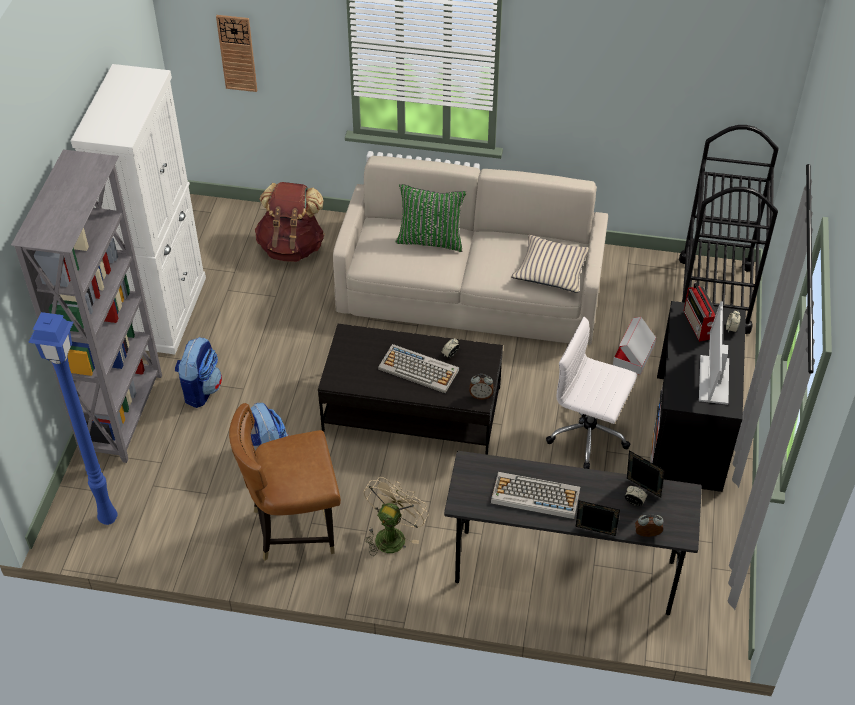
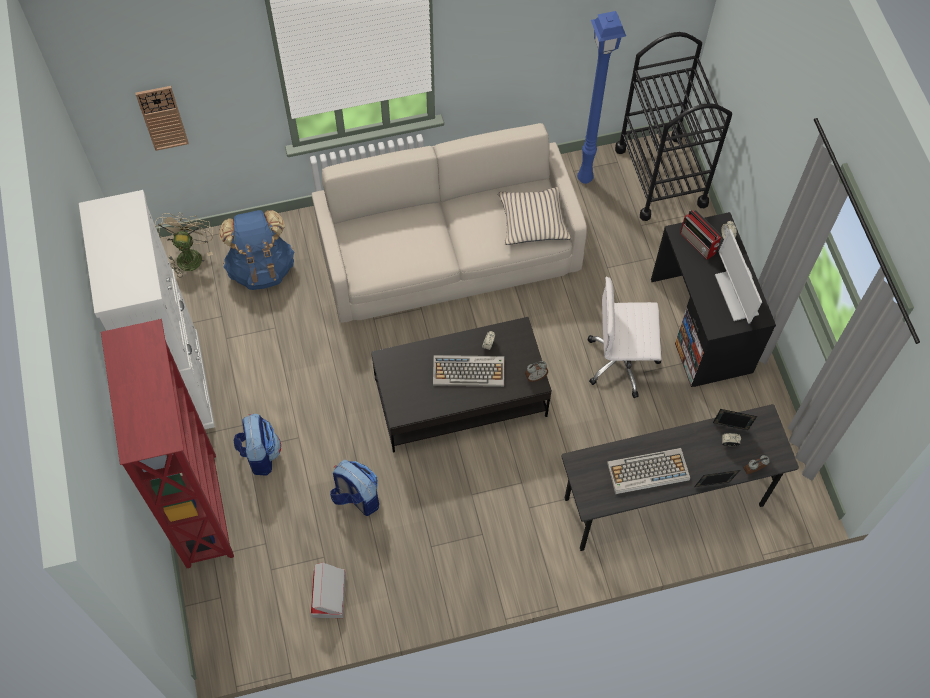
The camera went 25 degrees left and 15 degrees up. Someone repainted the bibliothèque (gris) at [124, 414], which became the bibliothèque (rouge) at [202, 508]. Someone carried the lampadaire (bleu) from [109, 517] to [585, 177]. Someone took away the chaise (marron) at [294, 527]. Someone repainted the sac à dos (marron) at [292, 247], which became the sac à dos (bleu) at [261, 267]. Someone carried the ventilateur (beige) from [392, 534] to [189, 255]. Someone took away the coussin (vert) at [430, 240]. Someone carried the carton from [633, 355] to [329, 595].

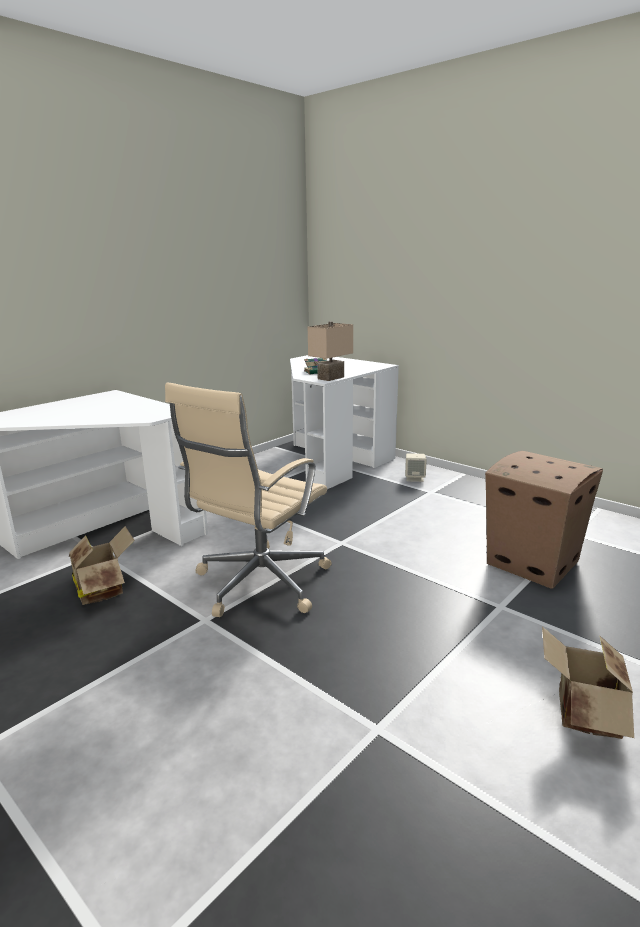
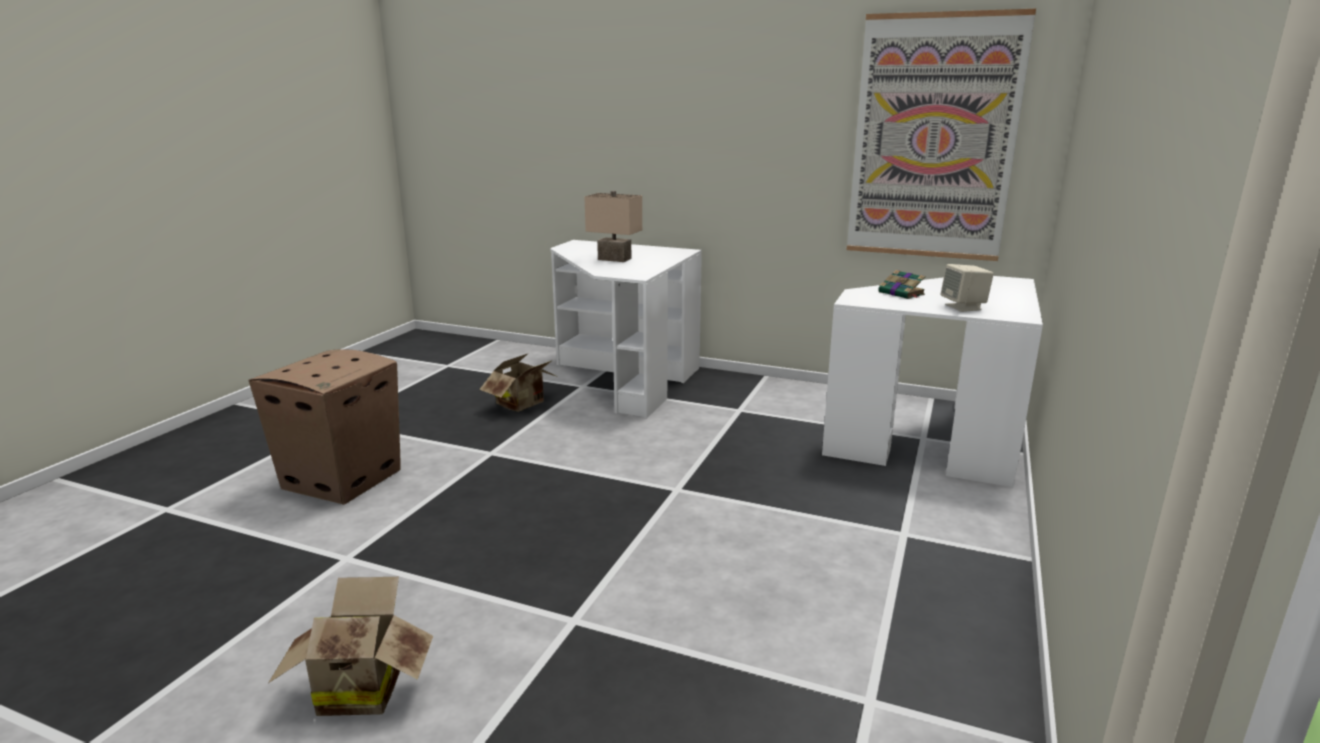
The camera went 70 degrees right and 0 degrees up. Someone took away the chaise de bureau (beige) at [259, 584]. Someone carried the lampe de table (beige) from [331, 378] to [613, 259]. Someone carried the enceinte (beige) from [415, 478] to [963, 307]. Someone carried the carton from [531, 562] to [343, 479]. Someone put up the tableau at [933, 139].

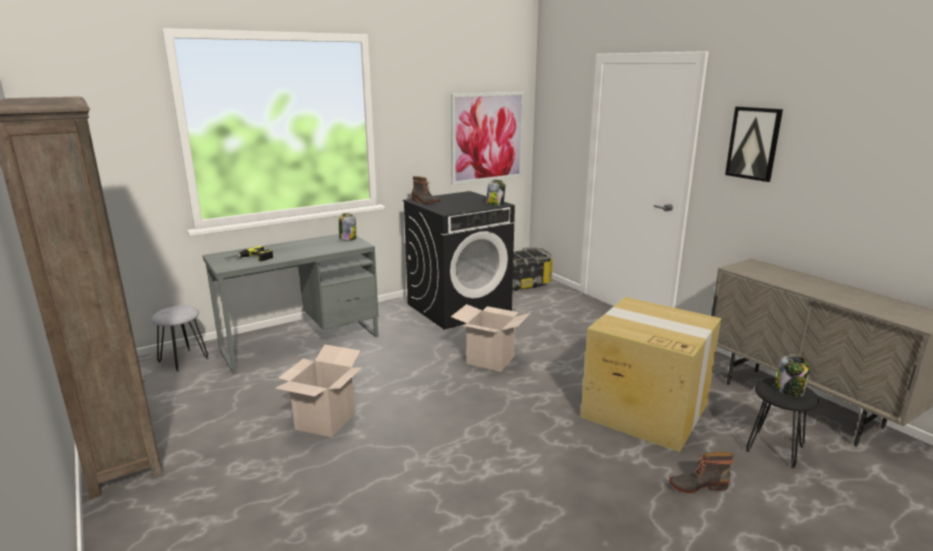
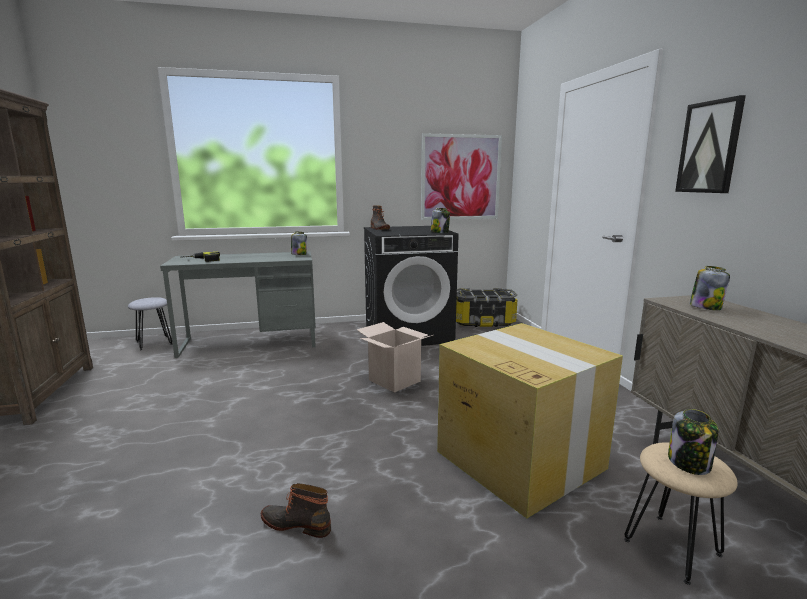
The camera went 20 degrees right and 5 degrees down. Someone took away the carton at [325, 421]. Someone carried the botte from [697, 485] to [297, 523]. Someone repainted the tabouret (noir) at [775, 448], which became the tabouret (beige) at [673, 547]. Someone put down the bocal at [705, 307].

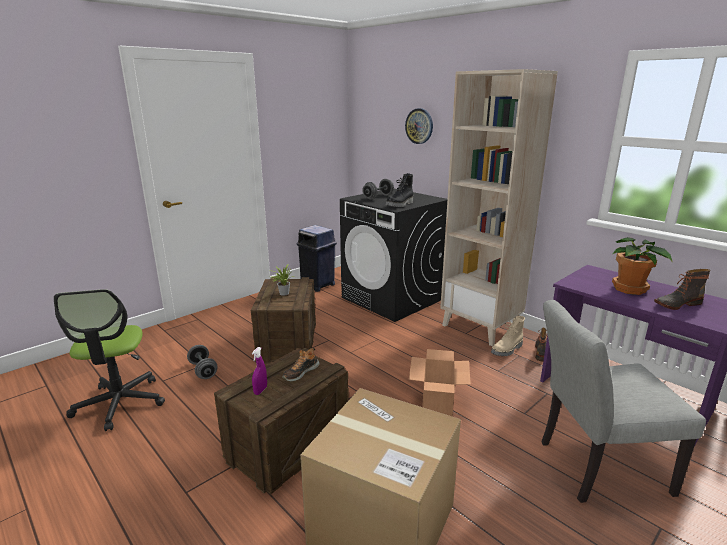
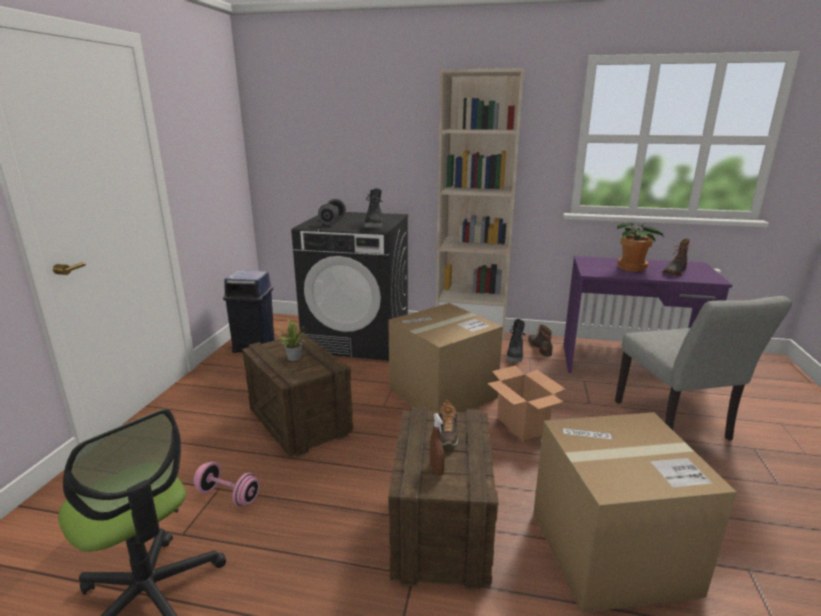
The camera went 35 degrees left and 0 degrees up. Someone repainted the haltère (gris) at [203, 370], which became the haltère (rose) at [228, 496]. Someone repainted the vaporisateur (violet) at [260, 390], which became the vaporisateur (marron) at [436, 469]. Someone took away the horloge murale at [419, 126]. Someone repainted the botte (beige) at [507, 350], which became the botte (noir) at [515, 355]. Someone rotated the chaise (gris) at [594, 467] by 60 degrees counterclockwise. Someone put down the carton at [442, 393].

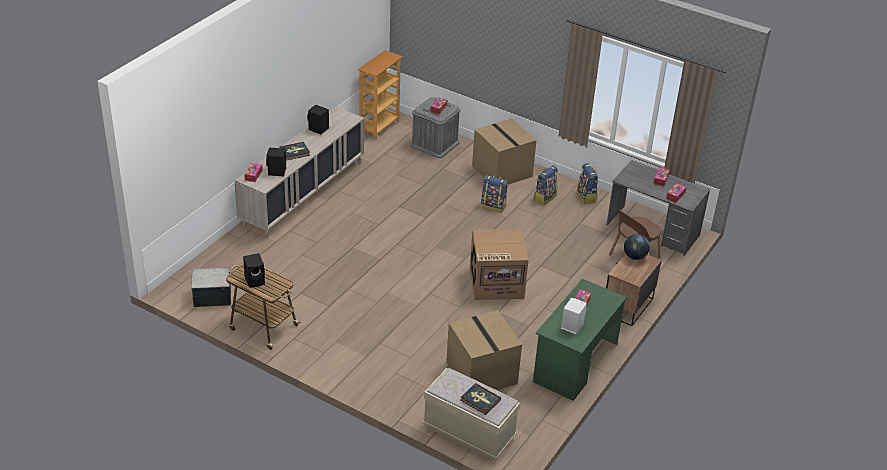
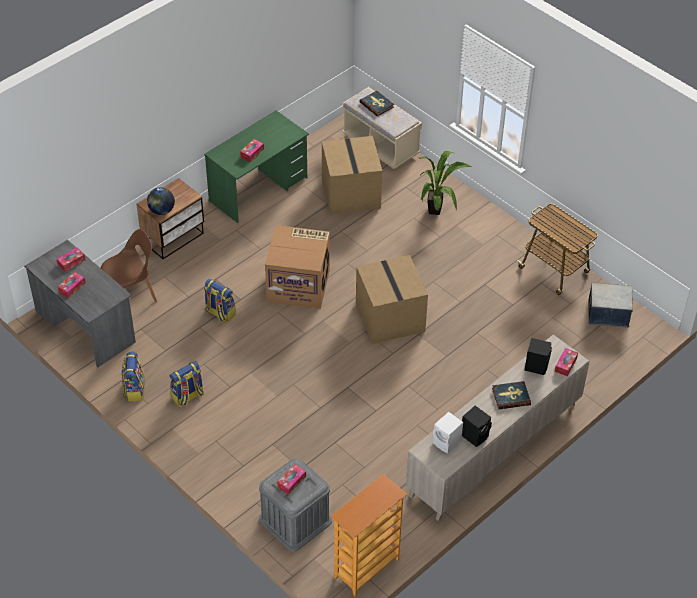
The camera went 165 degrees left and 10 degrees up. Someone took away the enceinte (noir) at [255, 280]. Someone carried the carton from [501, 171] to [391, 318]. Someone carried the sac à dos from [493, 206] to [219, 313]. Someone carried the enceinte (blanc) from [571, 326] to [447, 442]. Someone put down the plante en pot at [437, 211].

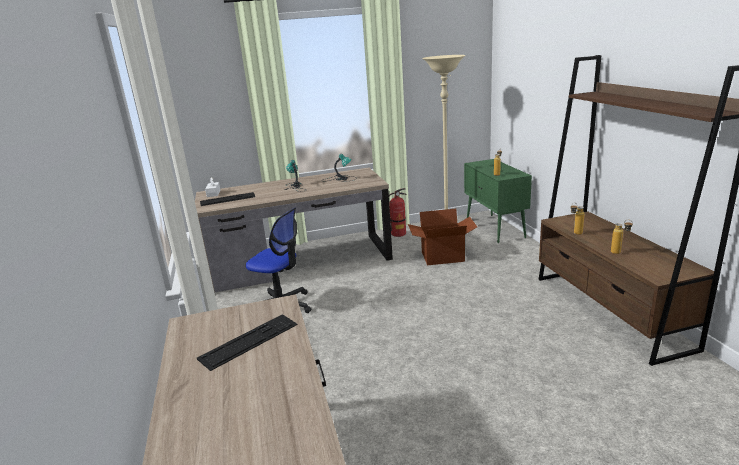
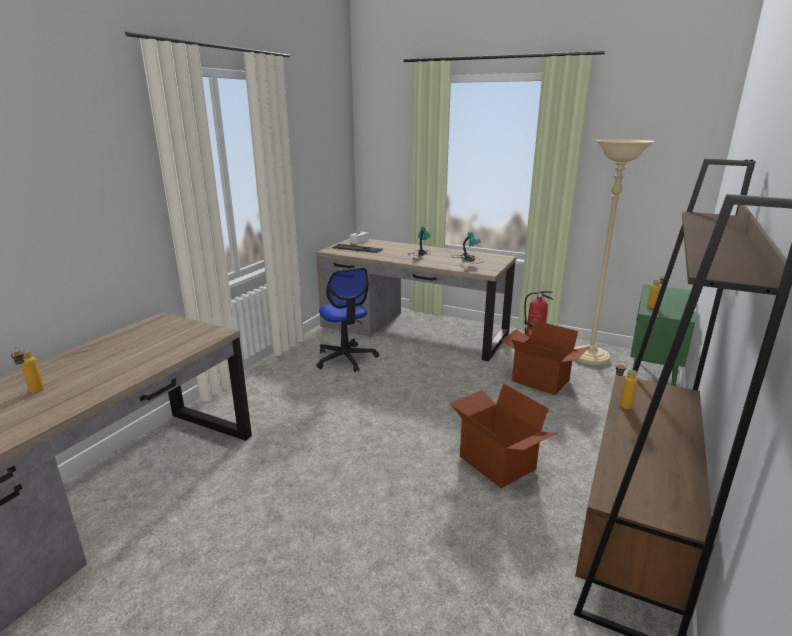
The camera went 40 degrees right and 0 degrees up. Someone took away the clavier at [249, 341]. Someone carried the bouteille from [619, 253] to [33, 393]. Someone put down the carton at [496, 463].

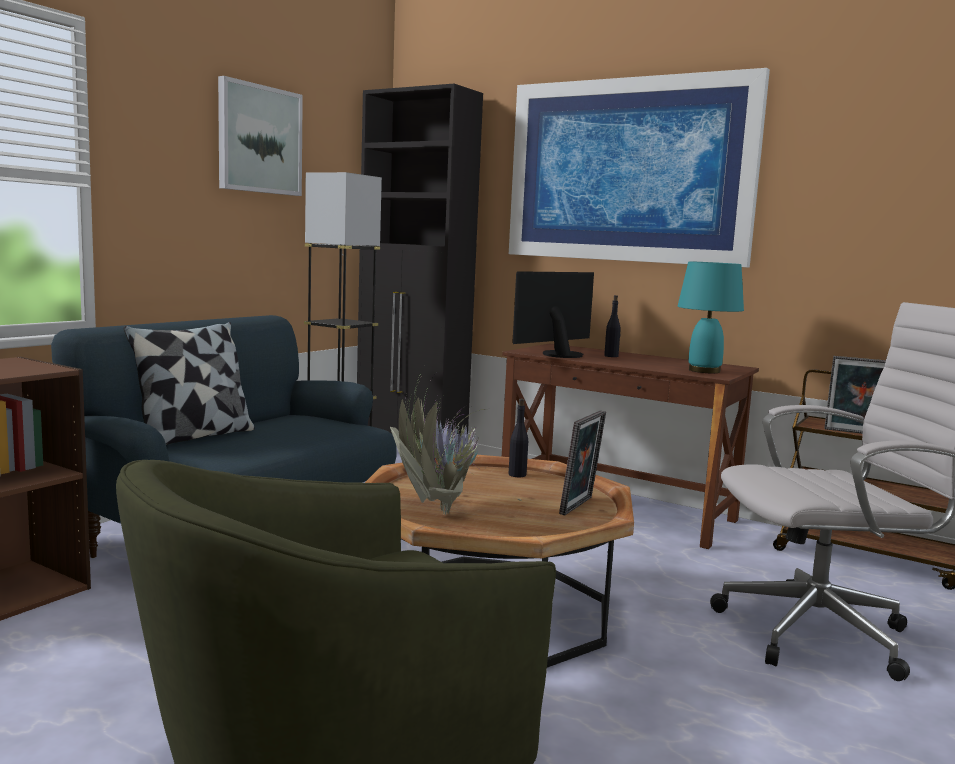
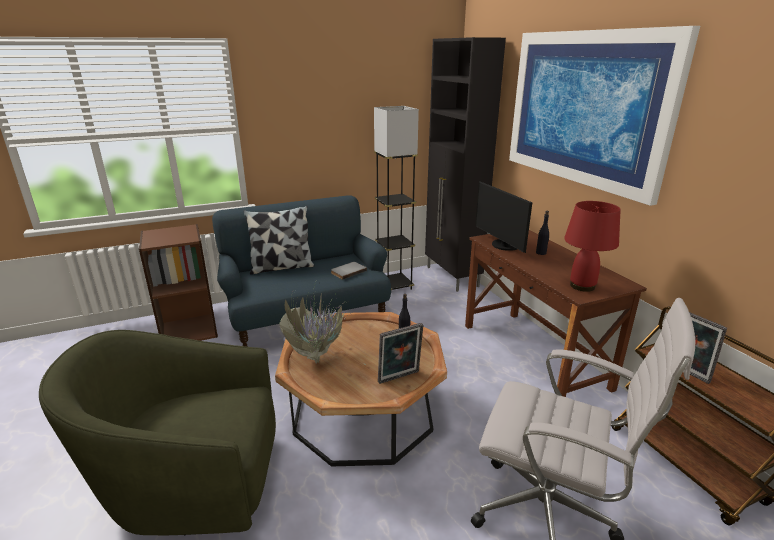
The camera went 35 degrees right and 15 degrees up. Someone took away the tableau at [259, 139]. Someone rotated the écran d'ordinateur at [558, 354] by 105 degrees counterclockwise. Someone repainted the lampe de table (turquoise) at [704, 371], which became the lampe de table (rouge) at [582, 286]. Someone put down the livre (gris) at [348, 271].

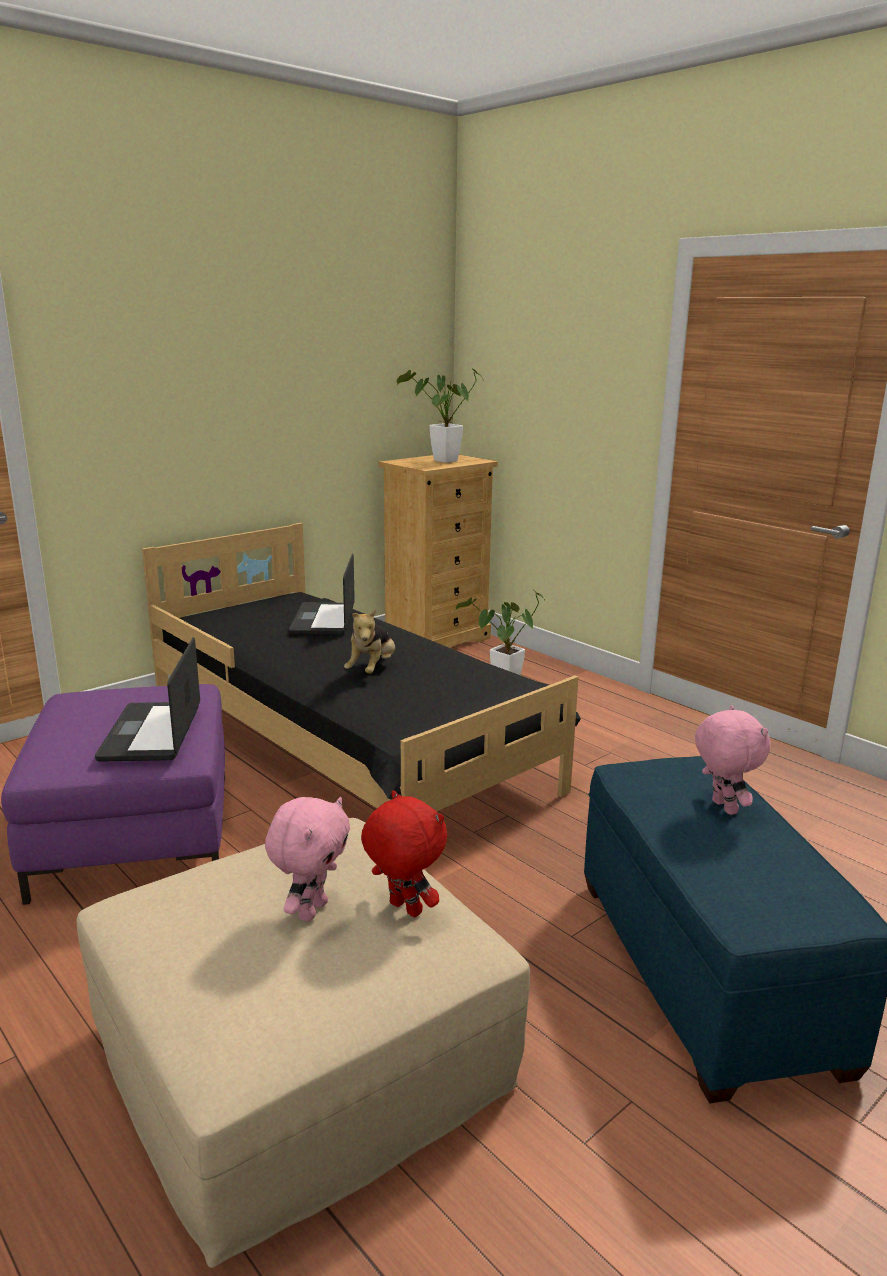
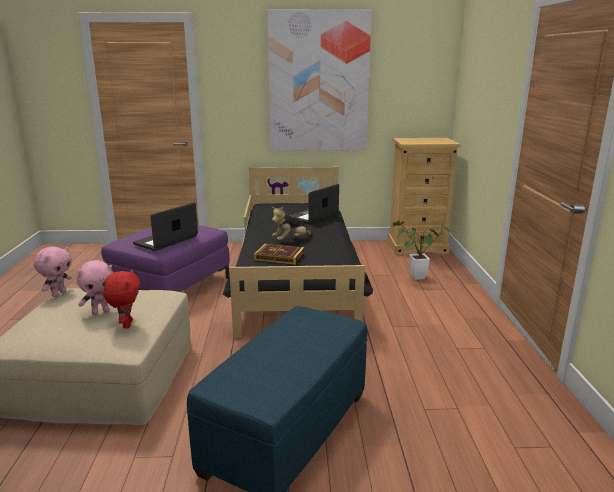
The camera went 40 degrees right and 0 degrees up. Someone took away the plante en pot at [441, 461]. Someone carried the peluche (rose) from [722, 807] to [58, 294]. Someone put down the livre at [279, 257]. Someone put up the tableau at [318, 82].

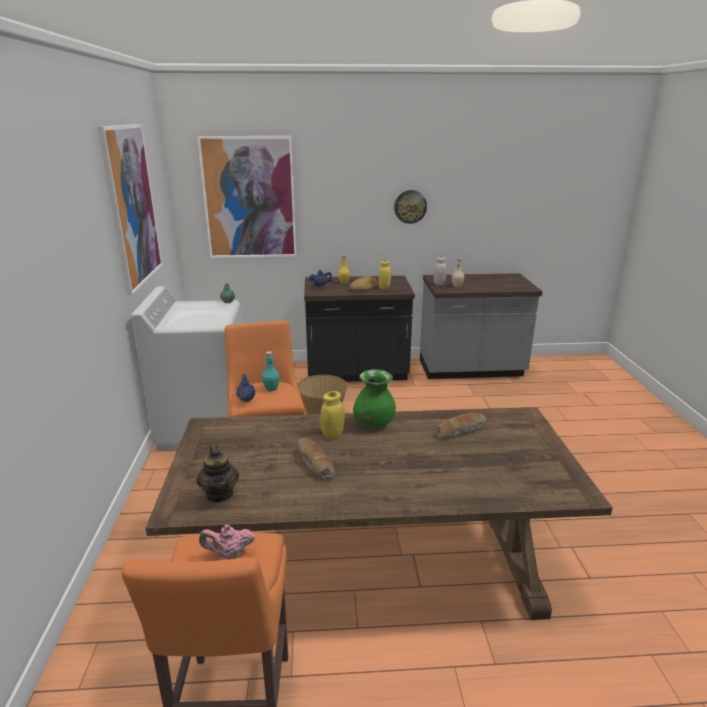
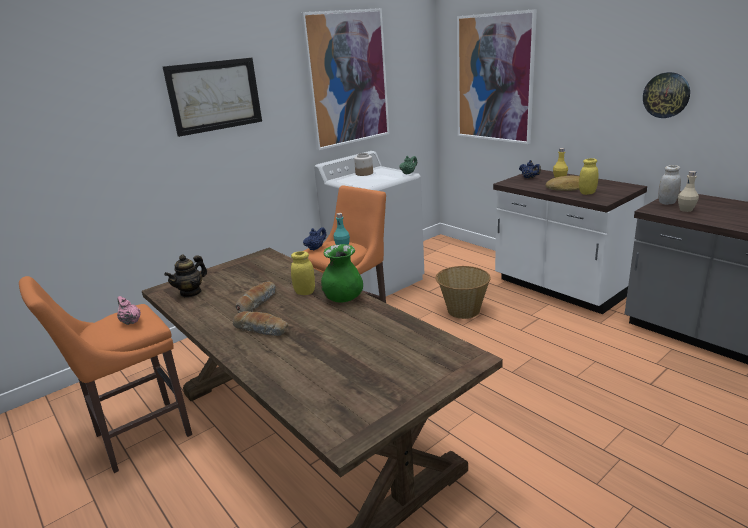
The camera went 55 degrees right and 0 degrees up. Someone repainted the comptoir de cuisine (noir) at [357, 373], which became the comptoir de cuisine (blanc) at [559, 288]. Someone carried the pain from [460, 431] to [262, 329]. Someone put up the tableau at [215, 95]. Someone put down the bocal at [364, 173].

